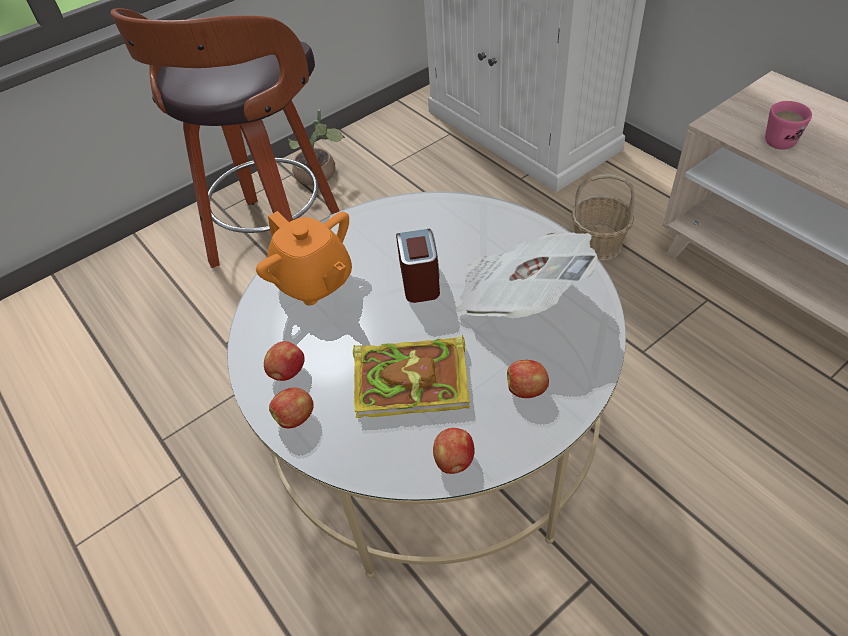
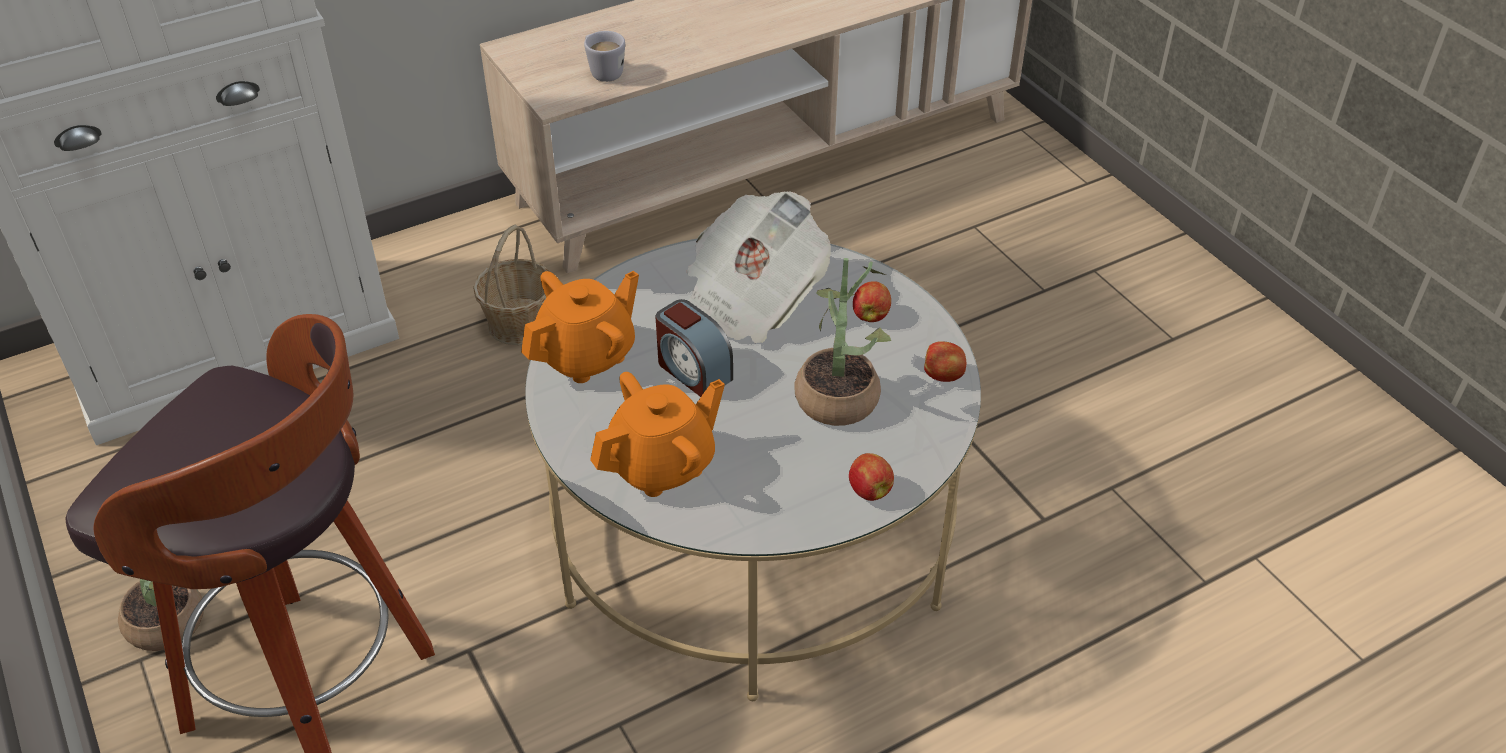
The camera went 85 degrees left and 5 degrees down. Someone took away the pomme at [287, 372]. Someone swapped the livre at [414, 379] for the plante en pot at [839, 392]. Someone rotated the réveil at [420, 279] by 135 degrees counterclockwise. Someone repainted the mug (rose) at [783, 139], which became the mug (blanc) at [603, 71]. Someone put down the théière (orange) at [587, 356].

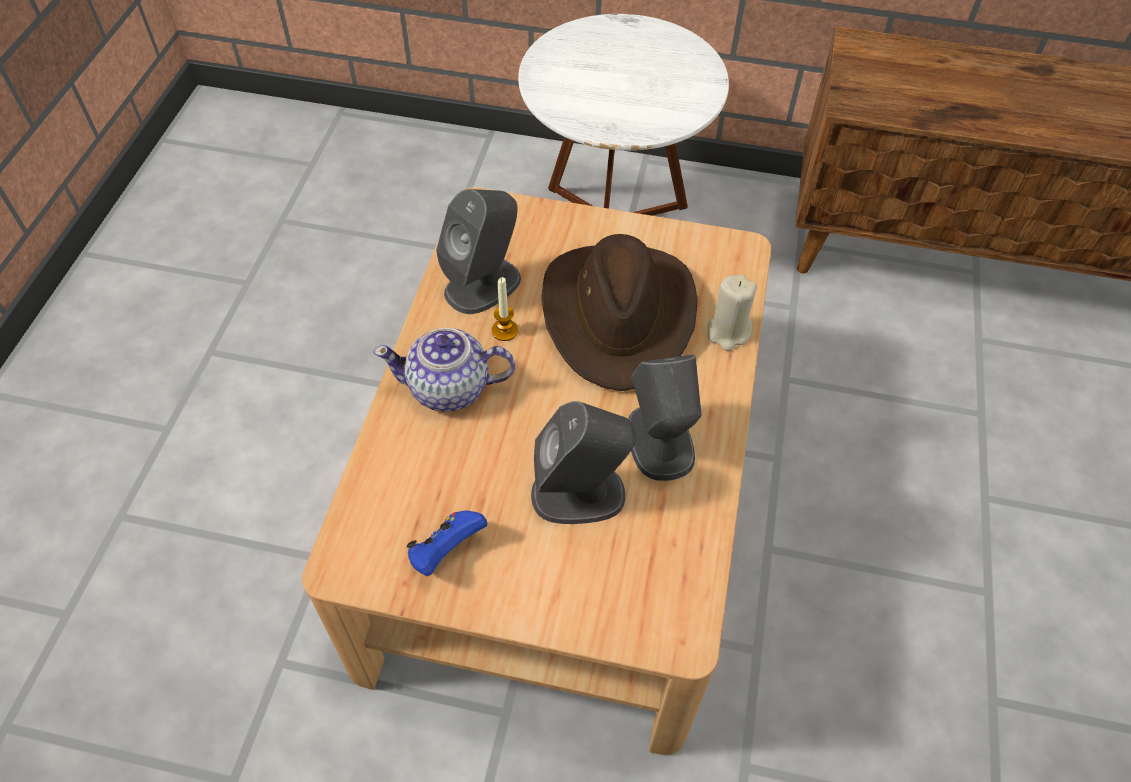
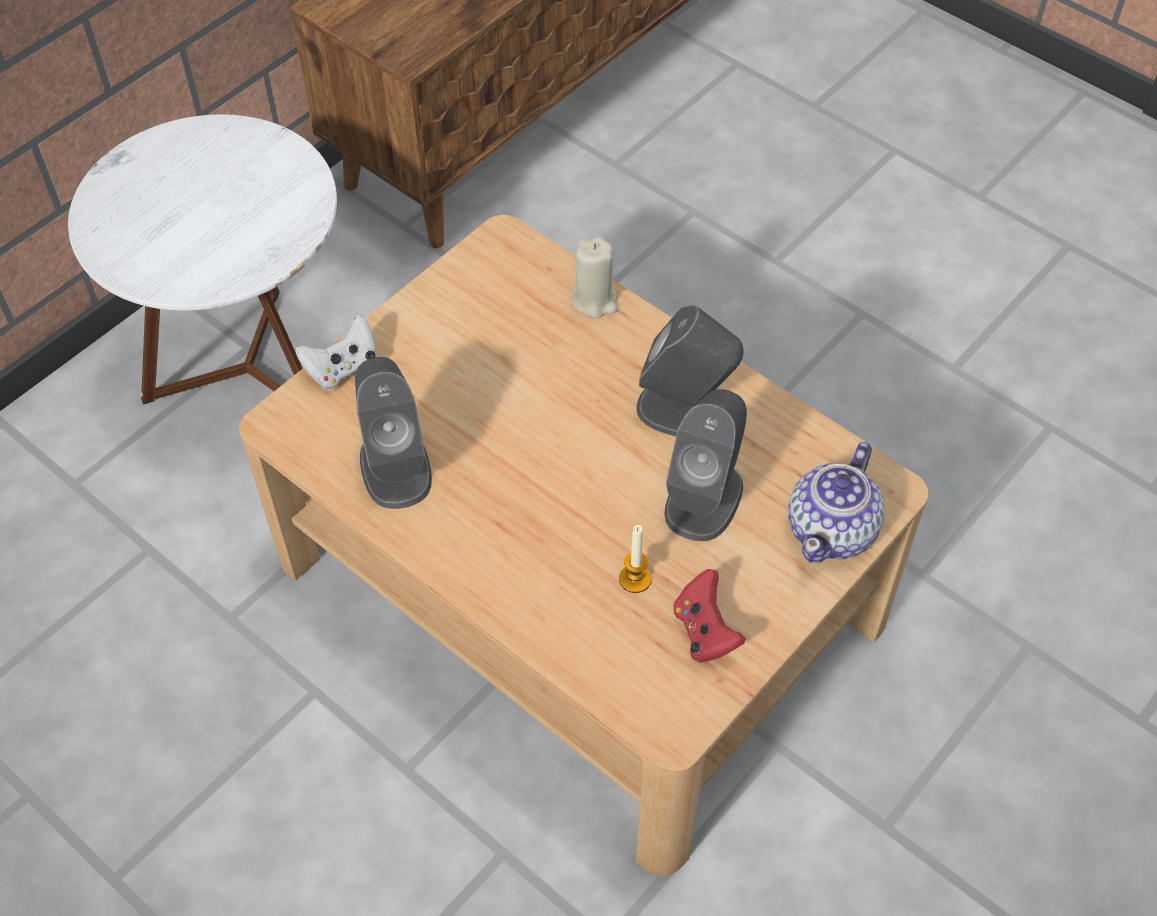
The camera went 60 degrees left and 0 degrees up. Someone carried the théière from [450, 388] to [833, 530]. Someone repainted the manette (bleu) at [446, 551], which became the manette (rouge) at [704, 631]. Someone carried the bougie from [504, 331] to [635, 579]. Someone took away the chapeau (marron) at [619, 315]. Someone put down the manette (blanc) at [343, 368].

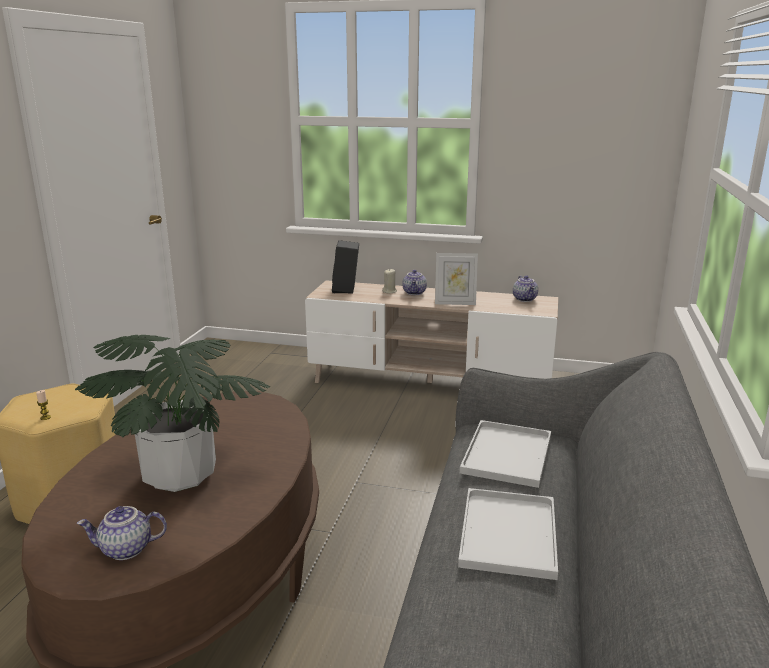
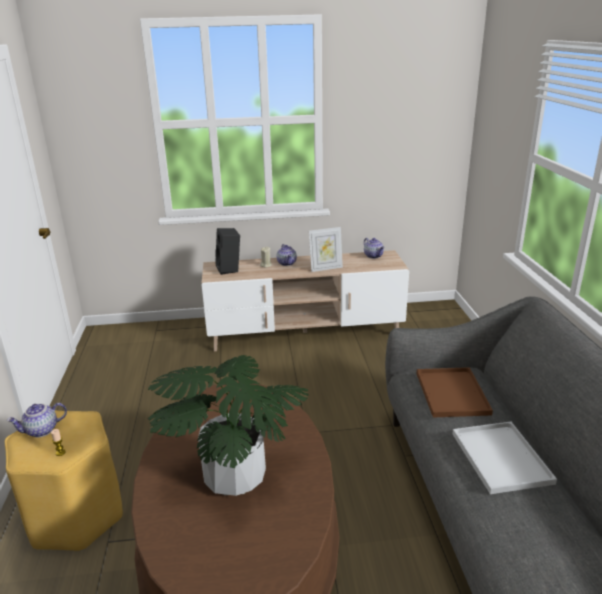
The camera went 20 degrees left and 5 degrees up. Someone carried the théière from [125, 550] to [41, 431]. Someone repainted the plateau (blanc) at [506, 453], which became the plateau (marron) at [450, 392].

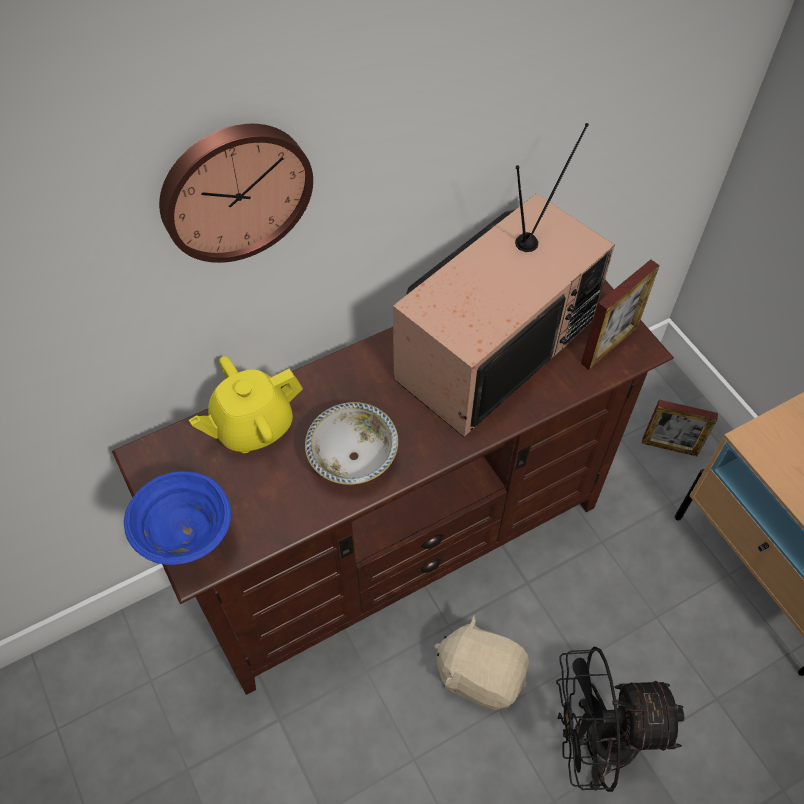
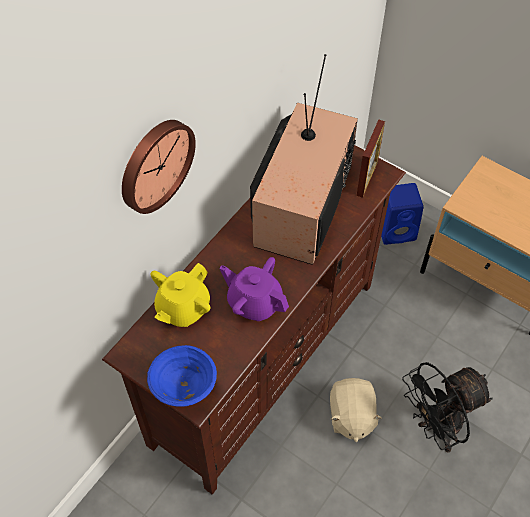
The camera went 25 degrees left and 0 degrees up. Someone swapped the bol at [353, 457] for the théière (violet) at [254, 302]. Someone rotated the peluche (beige) at [480, 674] by 90 degrees counterclockwise. Someone swapped the cadre photo at [669, 446] for the enceinte (bleu) at [397, 230].

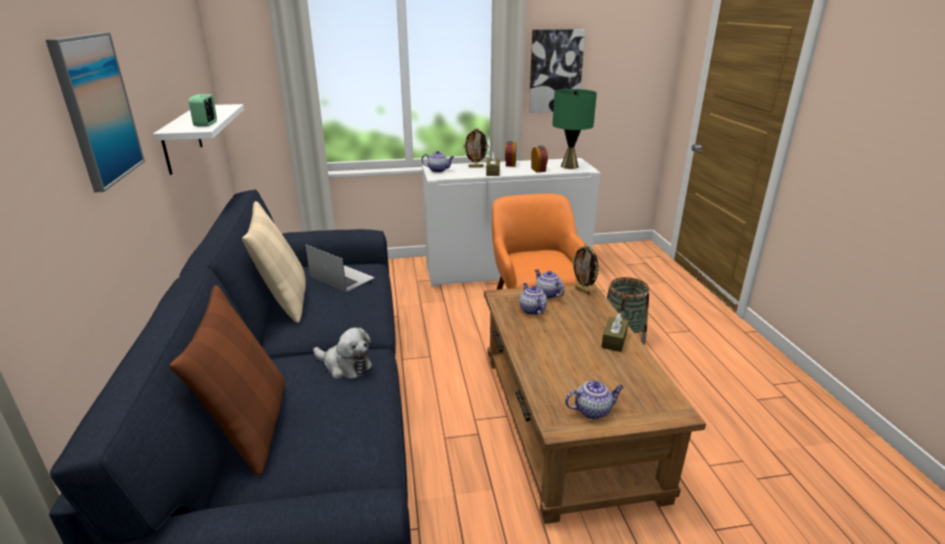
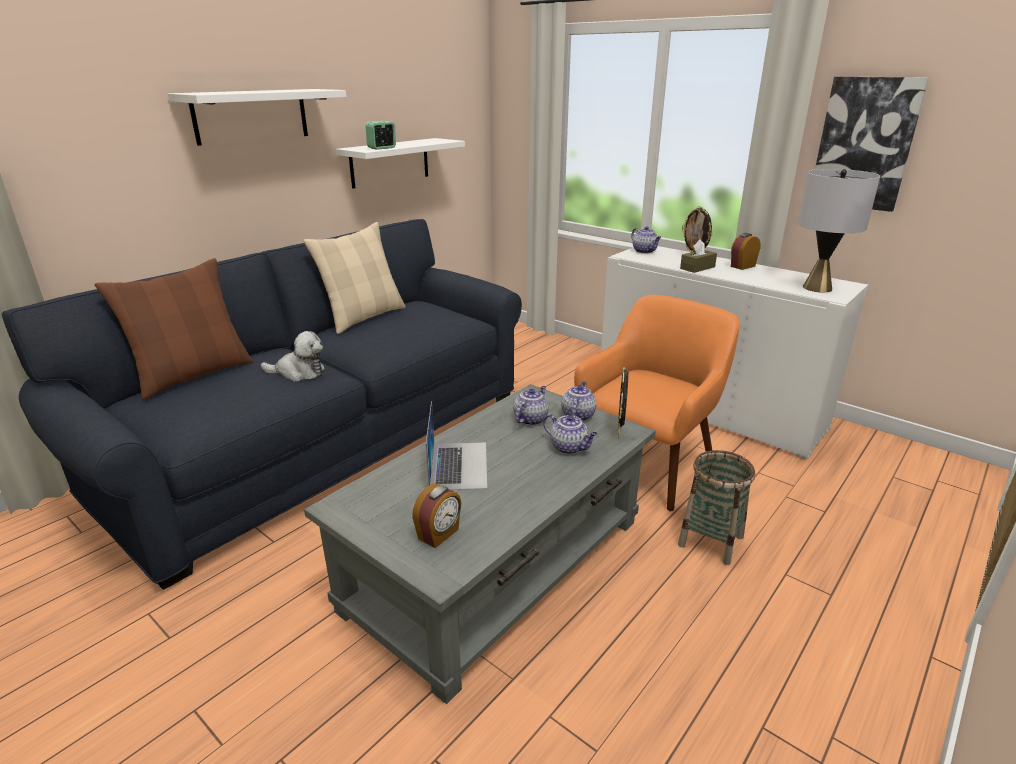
The camera went 50 degrees right and 0 degrees up. Someone swapped the tableau at [97, 109] for the étagère (blanc) at [251, 116]. Someone carried the ordinateur portable from [341, 277] to [458, 465]. Someone rotated the peluche at [345, 366] by 75 degrees counterclockwise. Someone repainted the table basse (marron) at [566, 420], which became the table basse (gris) at [498, 563]. Someone carried the réveil from [538, 170] to [439, 534]. Someone repainted the lampe de table (vert) at [569, 166], which became the lampe de table (gris) at [817, 288]. Someone carried the théière from [593, 410] to [569, 447]. Someone took away the boîte à mouchoirs (marron) at [614, 340].

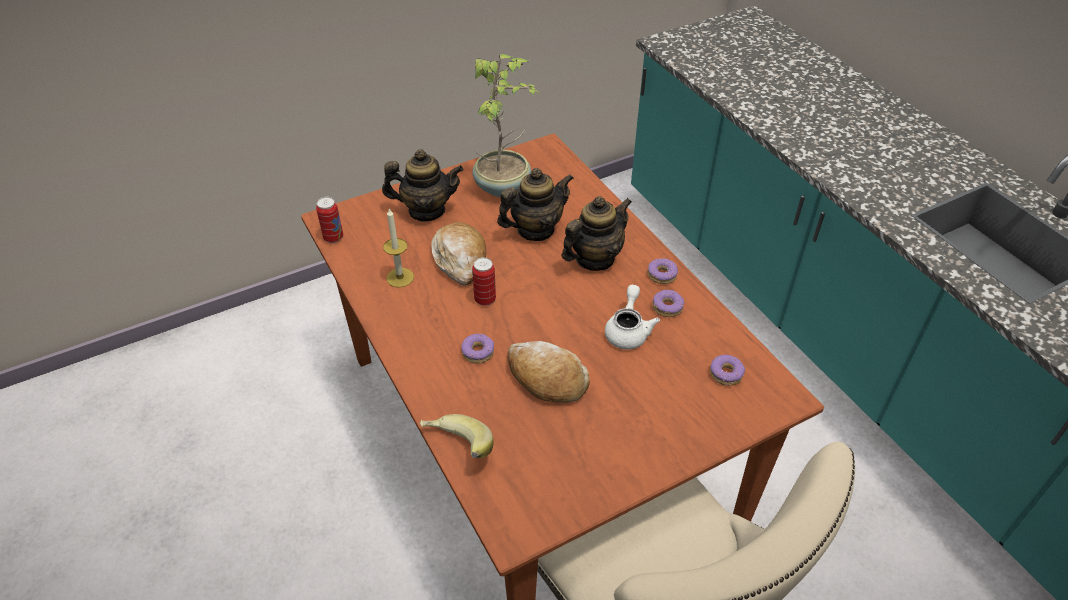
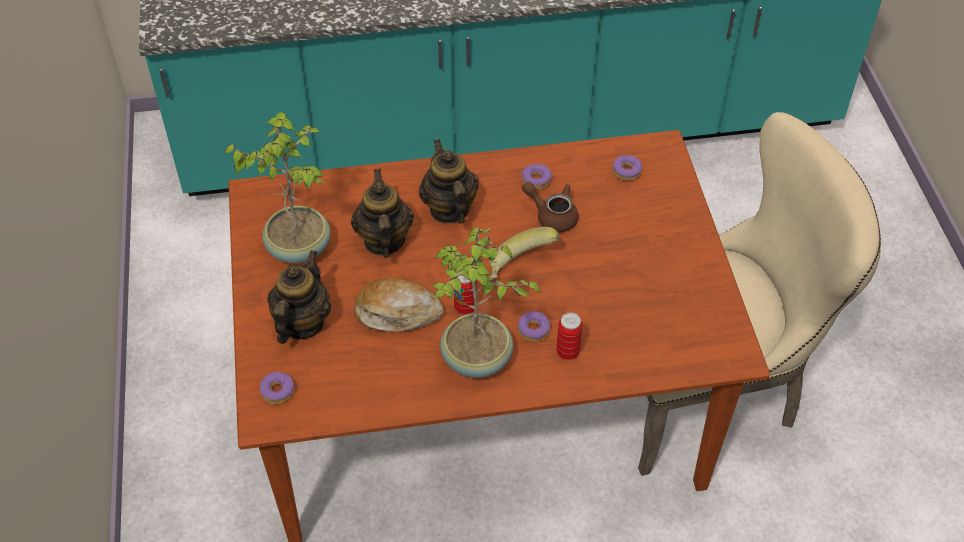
The camera went 70 degrees left and 5 degrees up. Someone carried the boîte métallique from [333, 238] to [567, 352]. Someone took away the bougie at [400, 277]. Someone carried the banane from [456, 449] to [521, 267]. Someone took away the pain at [546, 378]. Someone repainted the théière (blanc) at [628, 330], which became the théière (marron) at [552, 216]. Someone carried the beignet from [662, 275] to [277, 391]. Someone put down the plante en pot at [476, 360].

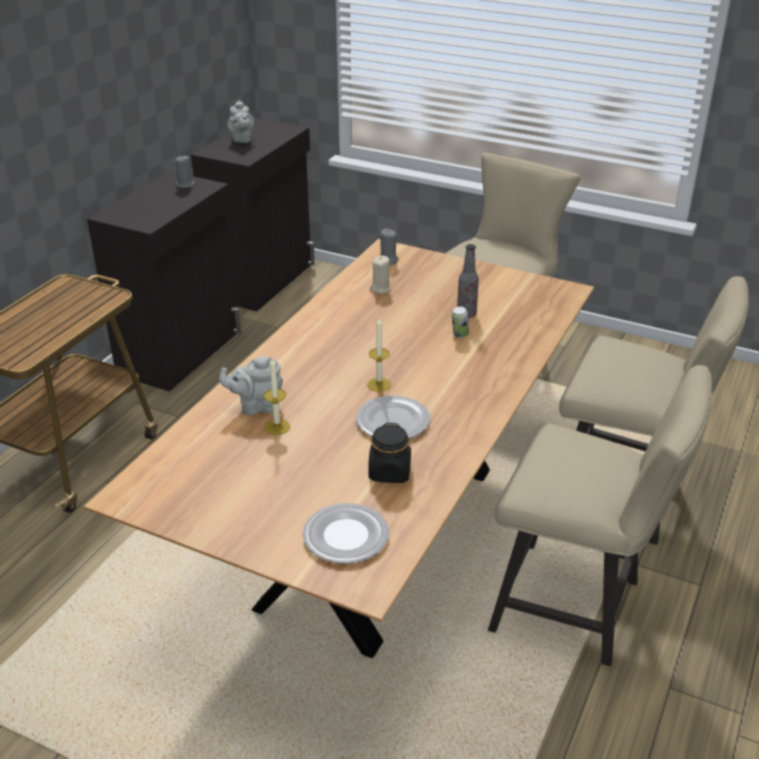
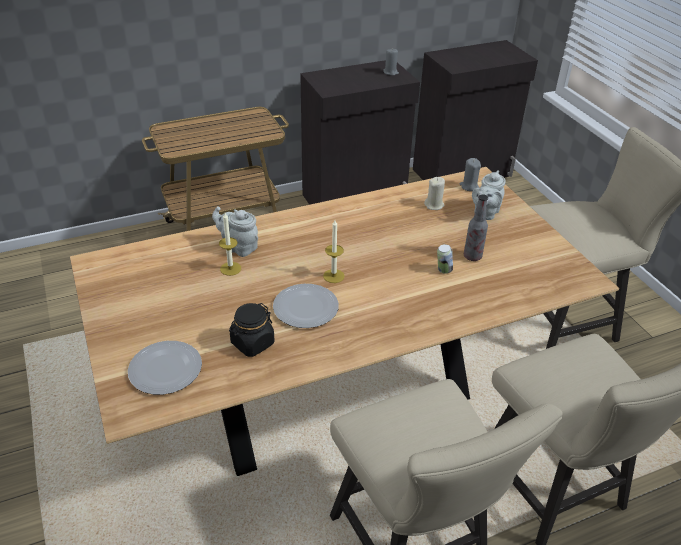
The camera went 40 degrees right and 5 degrees up. Someone carried the théière (gris) from [241, 140] to [485, 213].

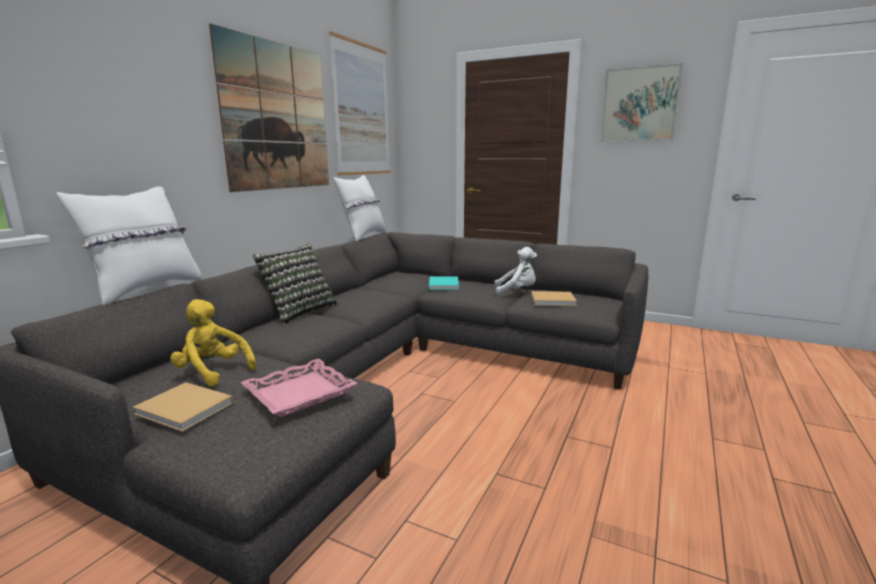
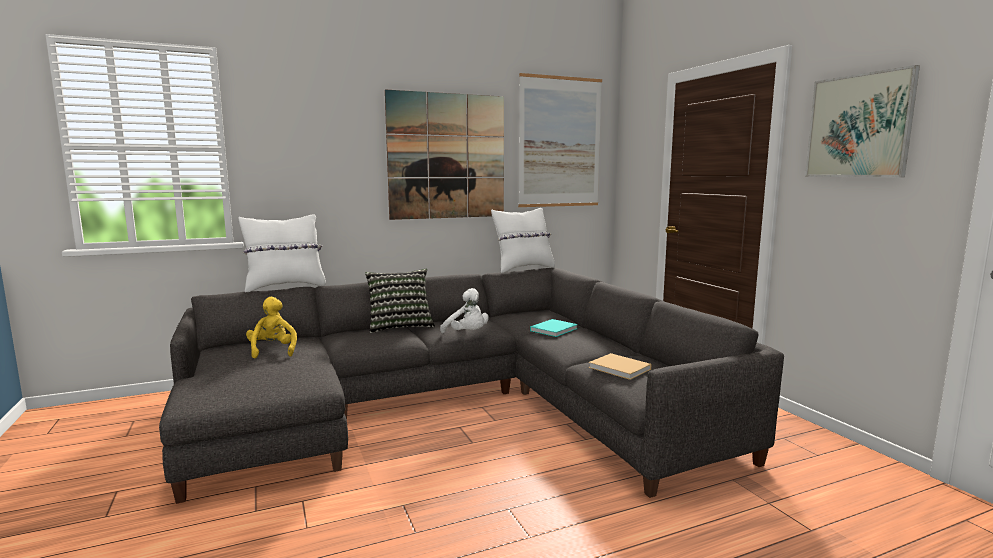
The camera went 40 degrees right and 5 degrees down. Someone took away the livre (beige) at [186, 409]. Someone took away the plateau (rose) at [300, 394]. Someone carried the peluche (blanc) from [516, 291] to [467, 334].

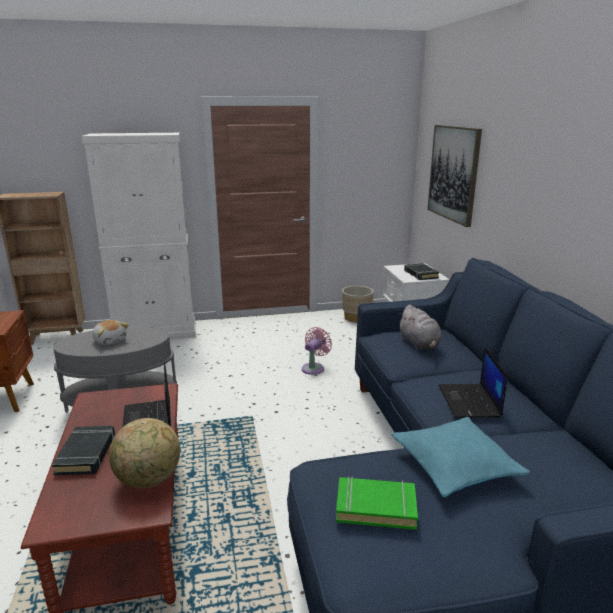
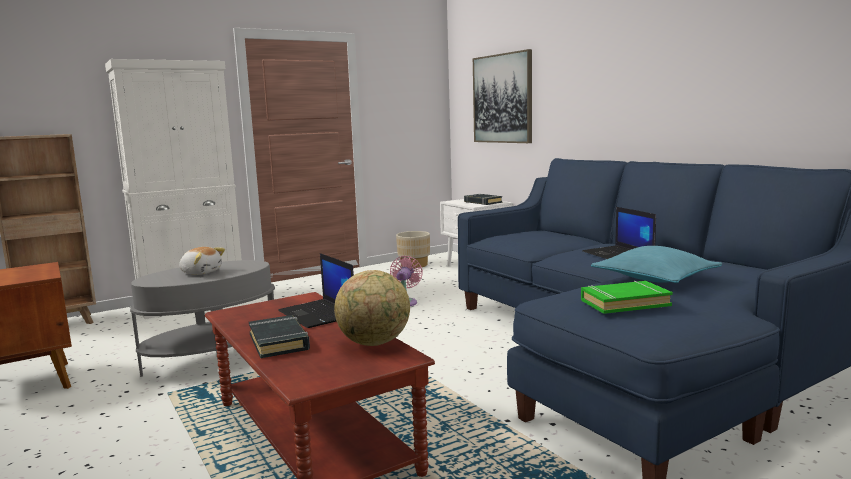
The camera went 20 degrees left and 10 degrees down. Someone took away the peluche (gris) at [419, 344].

